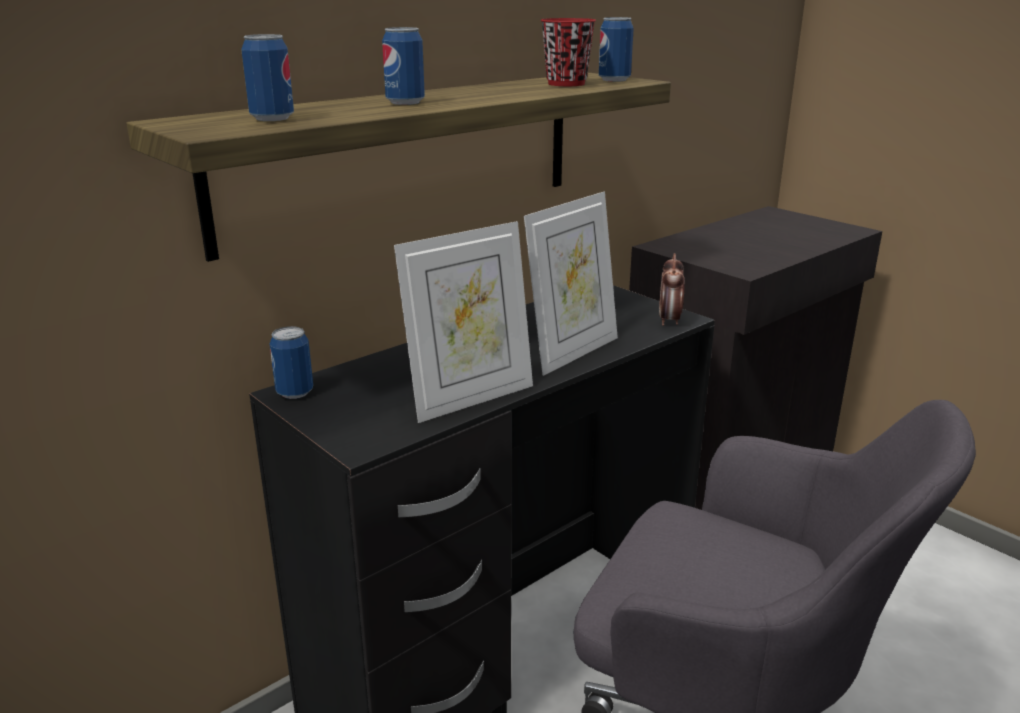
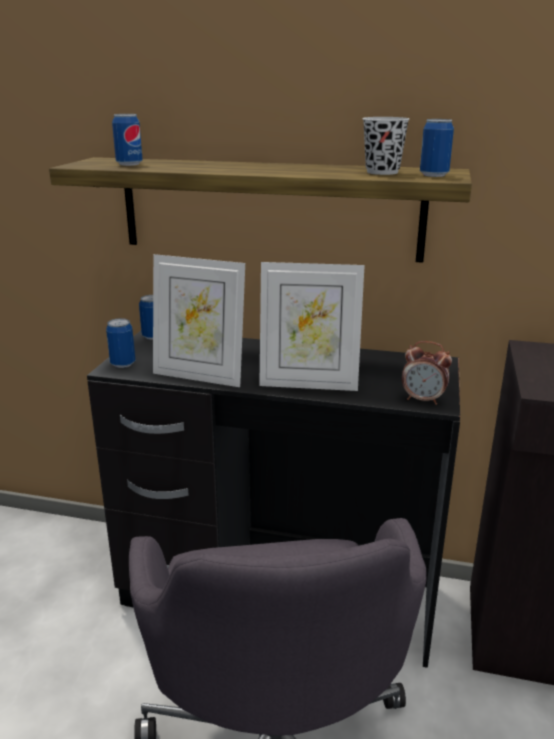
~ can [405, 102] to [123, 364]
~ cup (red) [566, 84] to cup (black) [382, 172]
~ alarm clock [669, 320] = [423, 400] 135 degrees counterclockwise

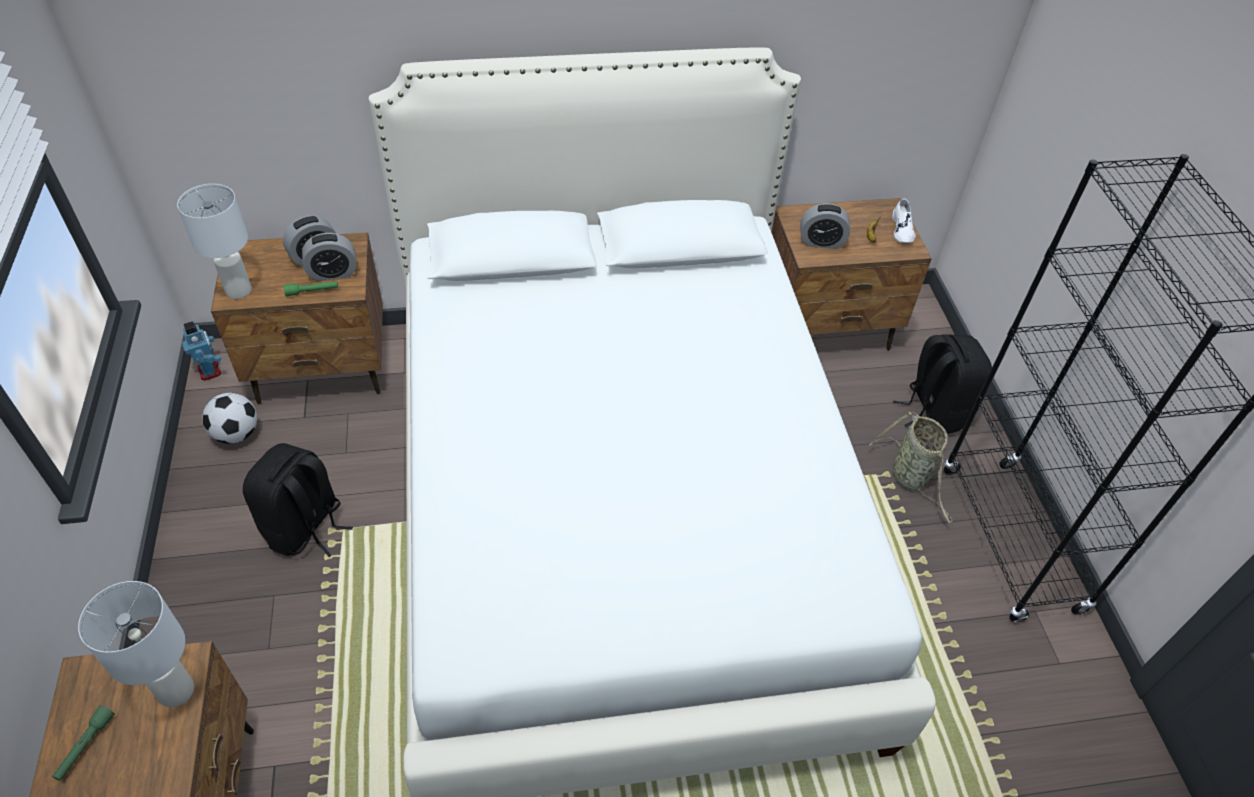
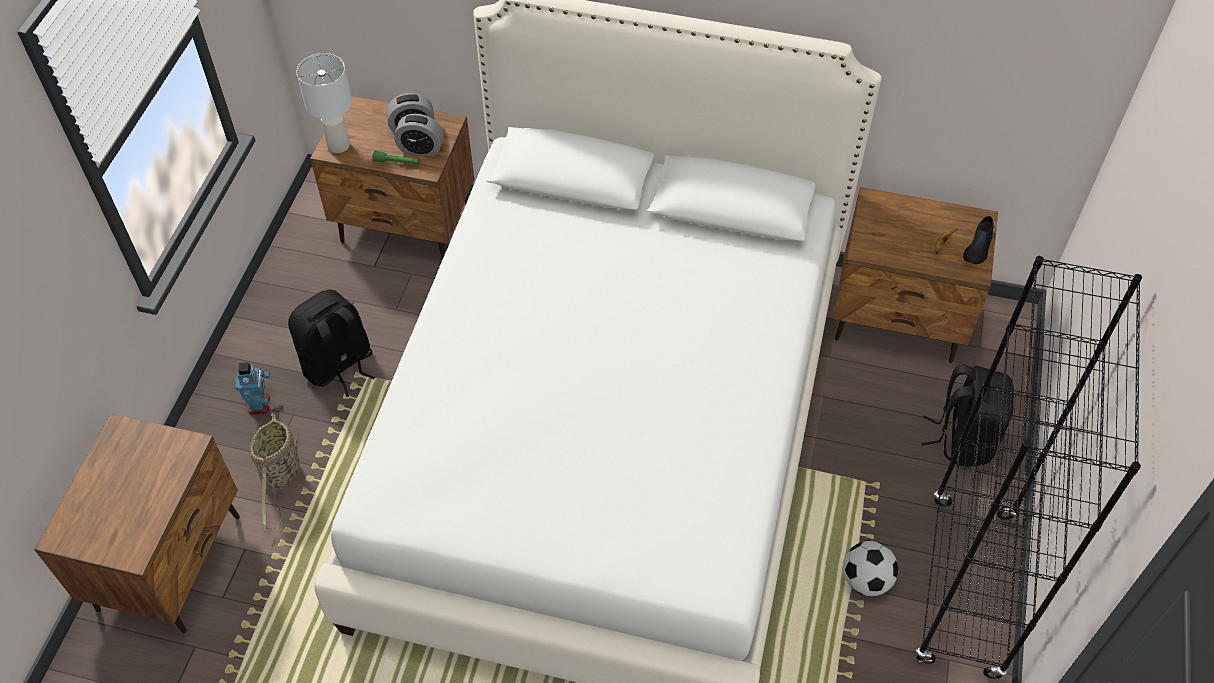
~ toy robot [210, 370] to [260, 404]
~ basket [911, 478] to [281, 477]
~ football [236, 434] to [866, 580]
~ shoe (white) [902, 229] to shoe (black) [978, 247]
- flashlight (green) [85, 746]
- table lamp (white) [175, 691]
- alarm clock [821, 242]

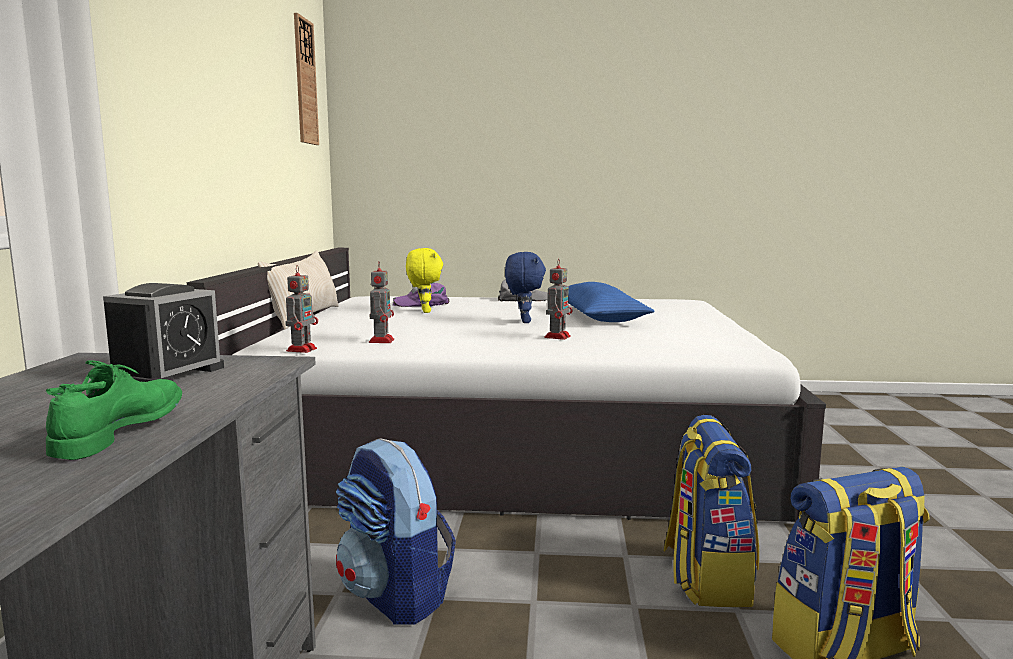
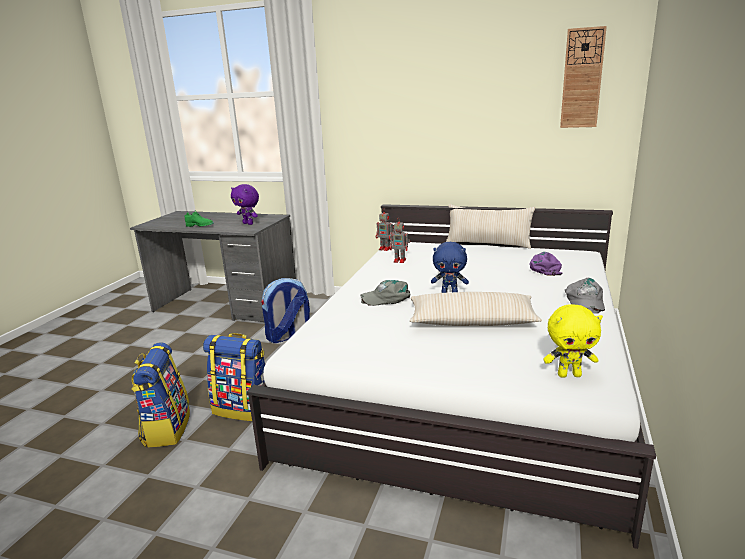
~ alarm clock [168, 374] to plush toy (purple) [248, 223]
~ toy robot [558, 336] to cap (grey) [387, 298]
~ pillow (blue) [598, 317] to pillow (beige) [472, 321]
~ plush toy (yellow) [424, 311] to [569, 375]

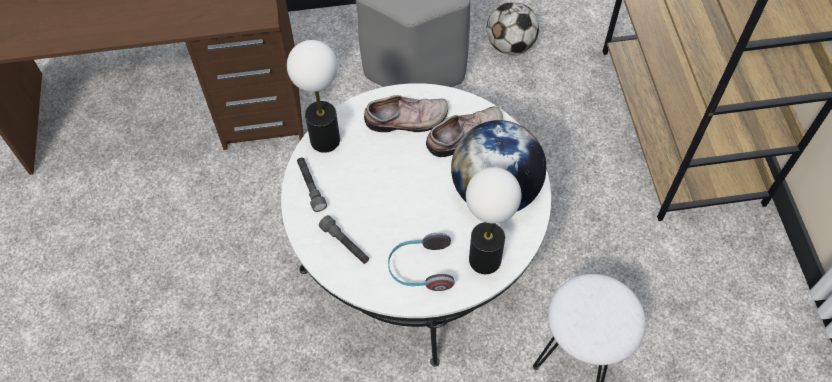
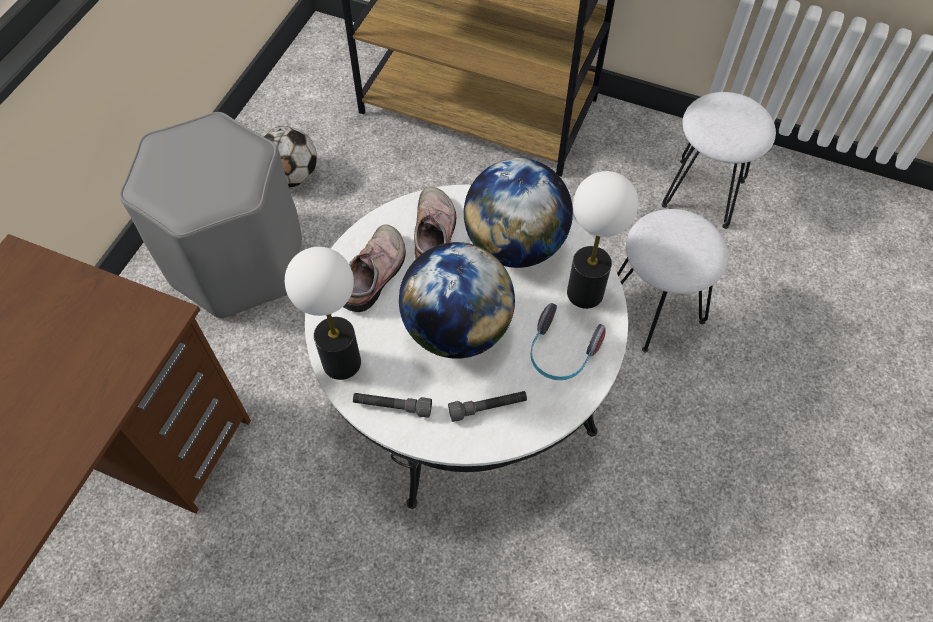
+ globe [457, 329]
+ stool (white) [703, 193]

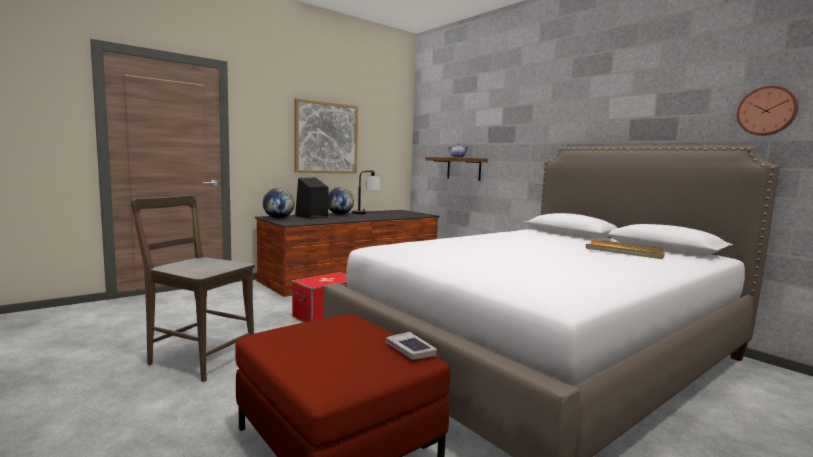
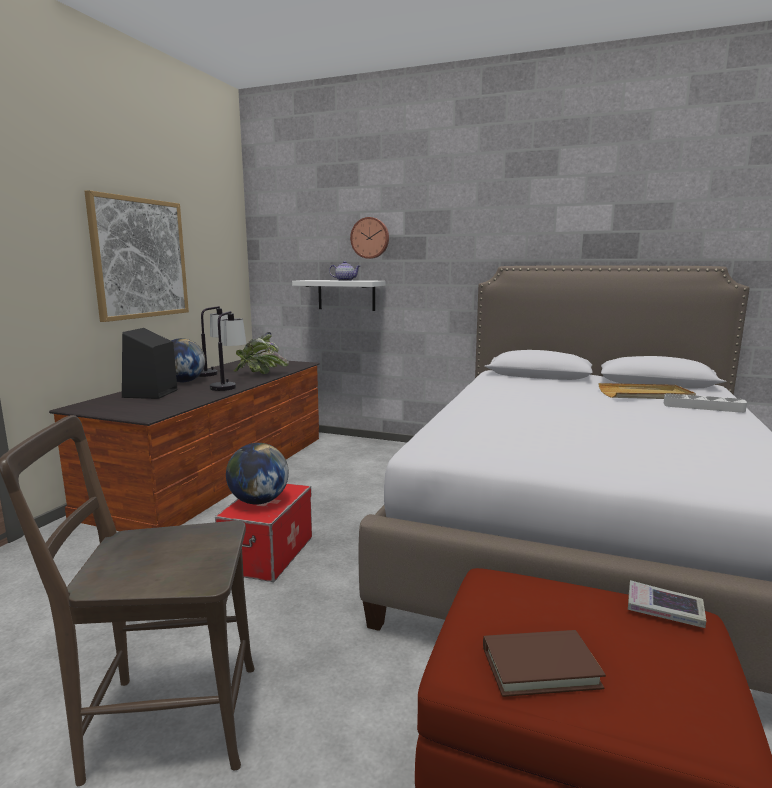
+ table lamp [229, 385]
~ globe [278, 218] to [259, 501]
+ potted plant [260, 374]
~ shelf (brown) [464, 169] to shelf (white) [346, 295]
~ wall clock [767, 111] to [370, 238]
+ book (brown) [540, 667]
+ tray (grey) [703, 407]

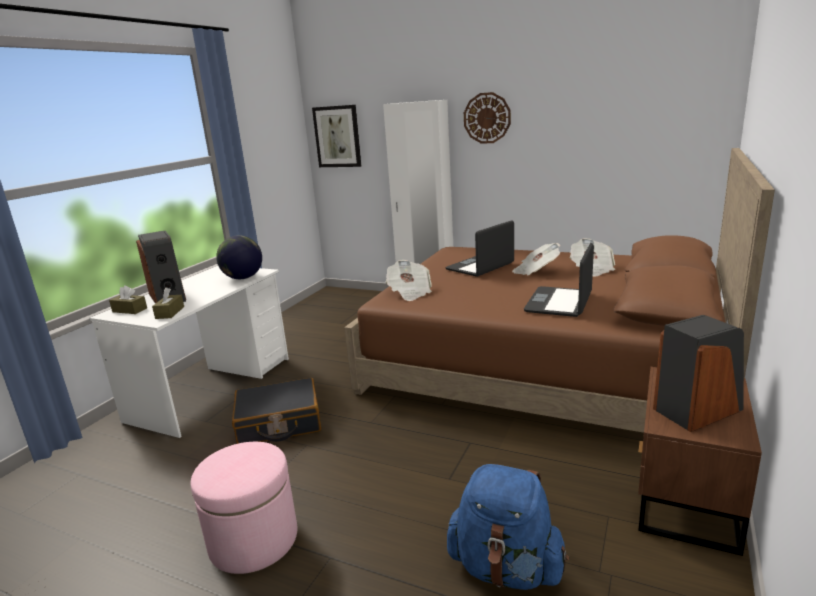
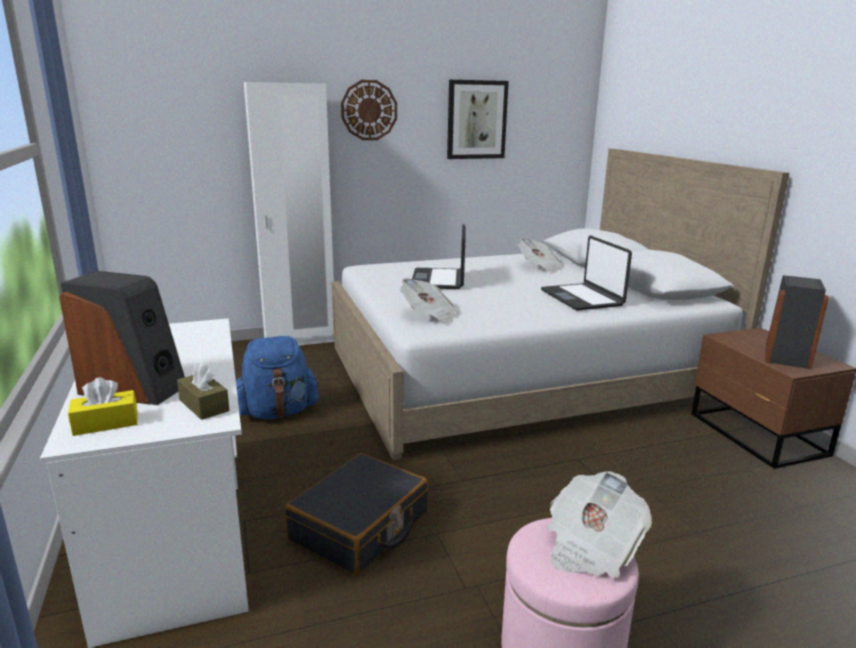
~ tissue box (brown) [129, 310] to tissue box (yellow) [106, 423]
~ backpack (blue) [506, 568] to [278, 412]
~ bed (brown) [543, 365] to bed (white) [520, 373]
~ picture [337, 136] to [476, 120]
~ newspaper [536, 271] to [591, 547]
- globe [243, 278]

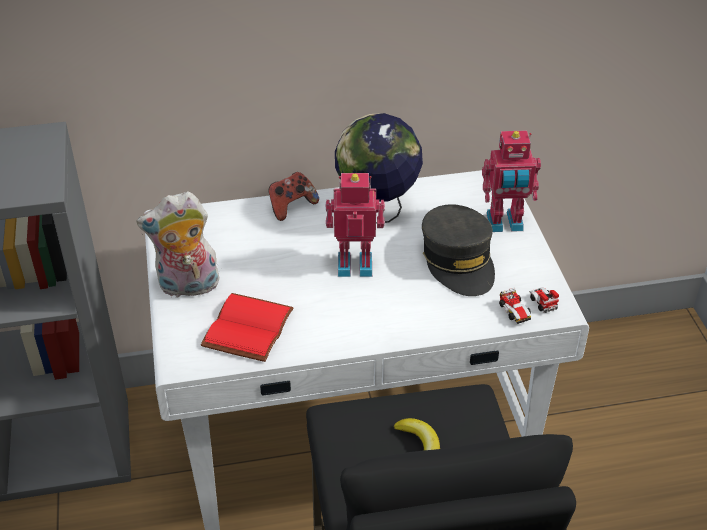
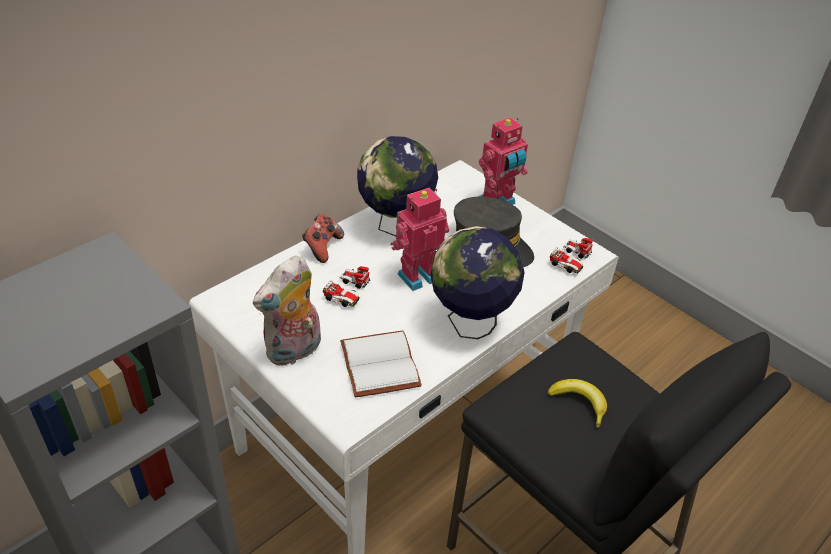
+ toy car [348, 291]
~ book (red) [246, 327] to book (white) [377, 364]
+ globe [470, 324]

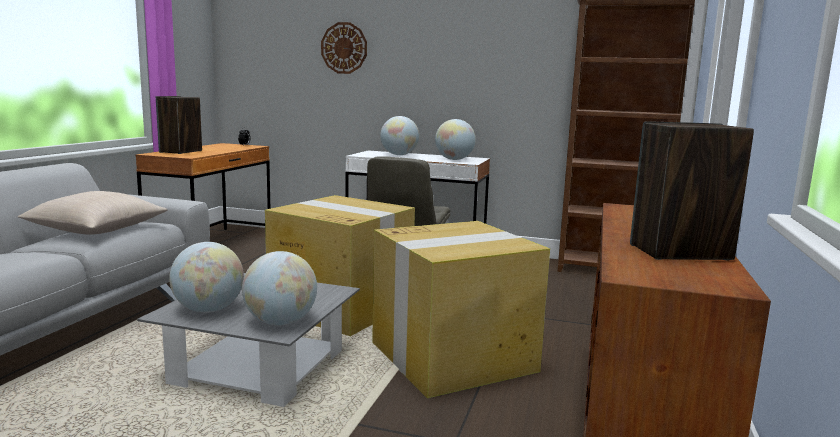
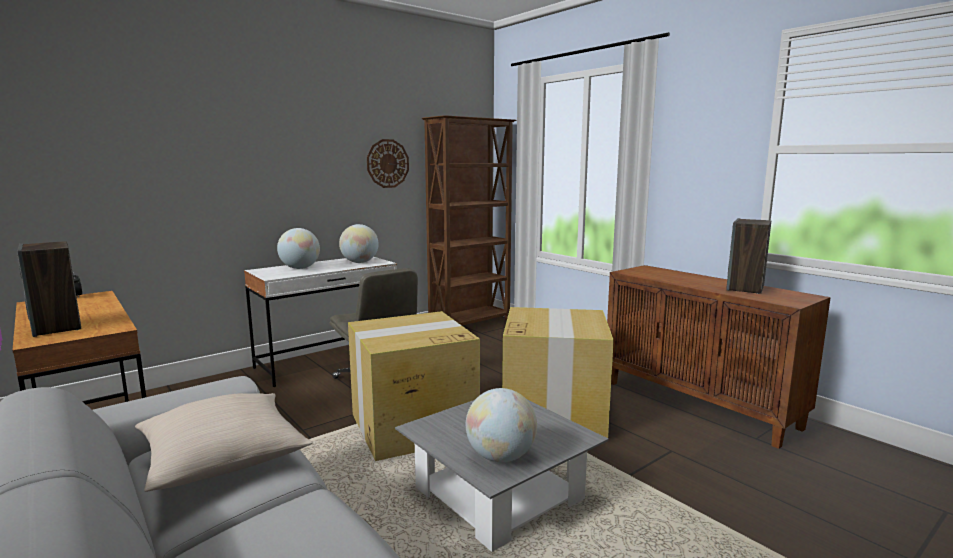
~ wall clock [344, 48] to [387, 163]
- globe [280, 322]

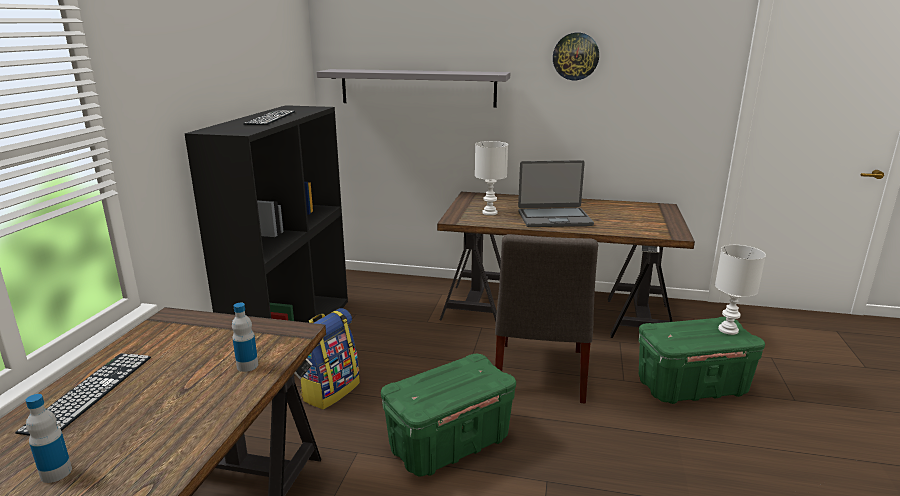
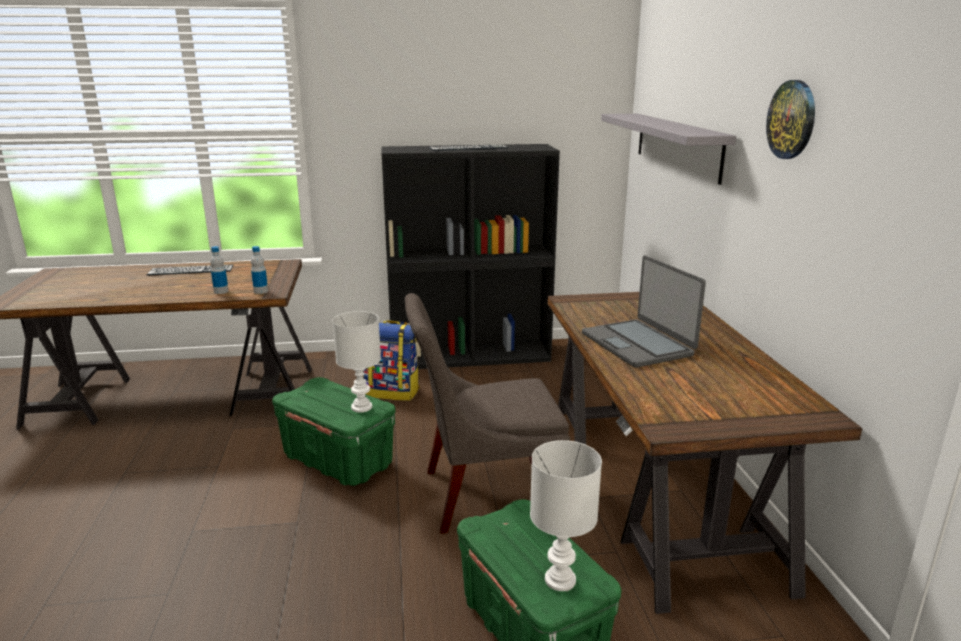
~ bottle [56, 473] to [261, 291]
~ table lamp (white) [490, 213] to [362, 407]

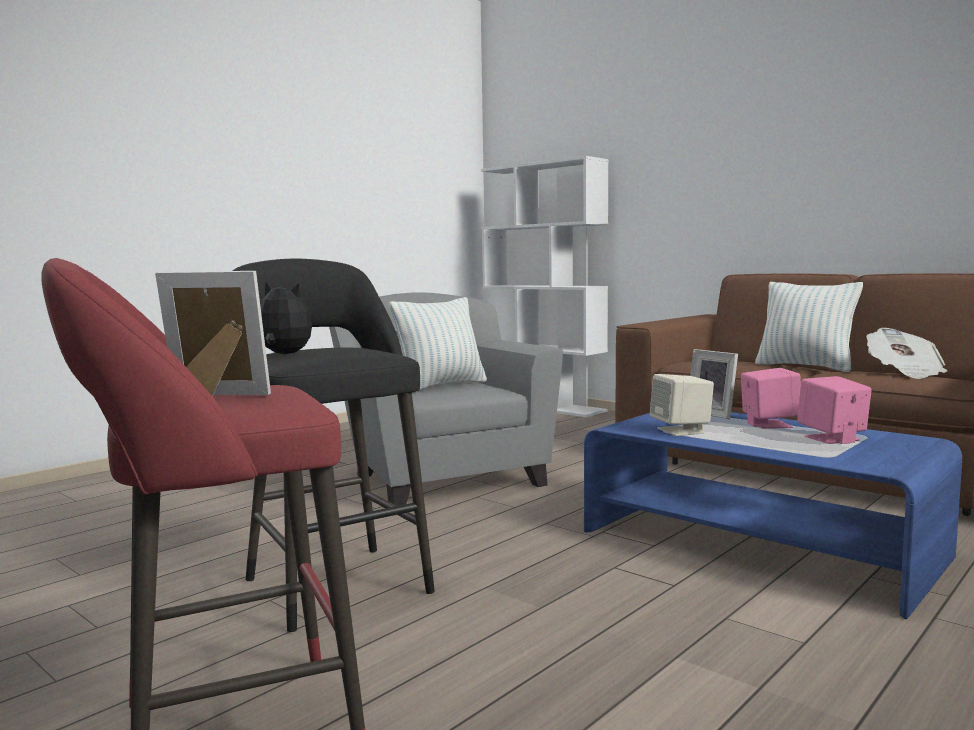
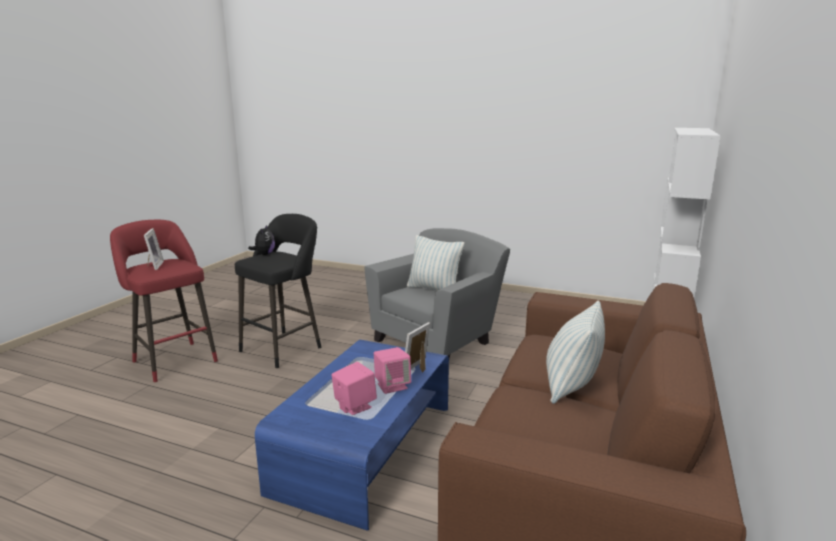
- speaker (beige) [681, 431]
- newspaper [904, 373]

